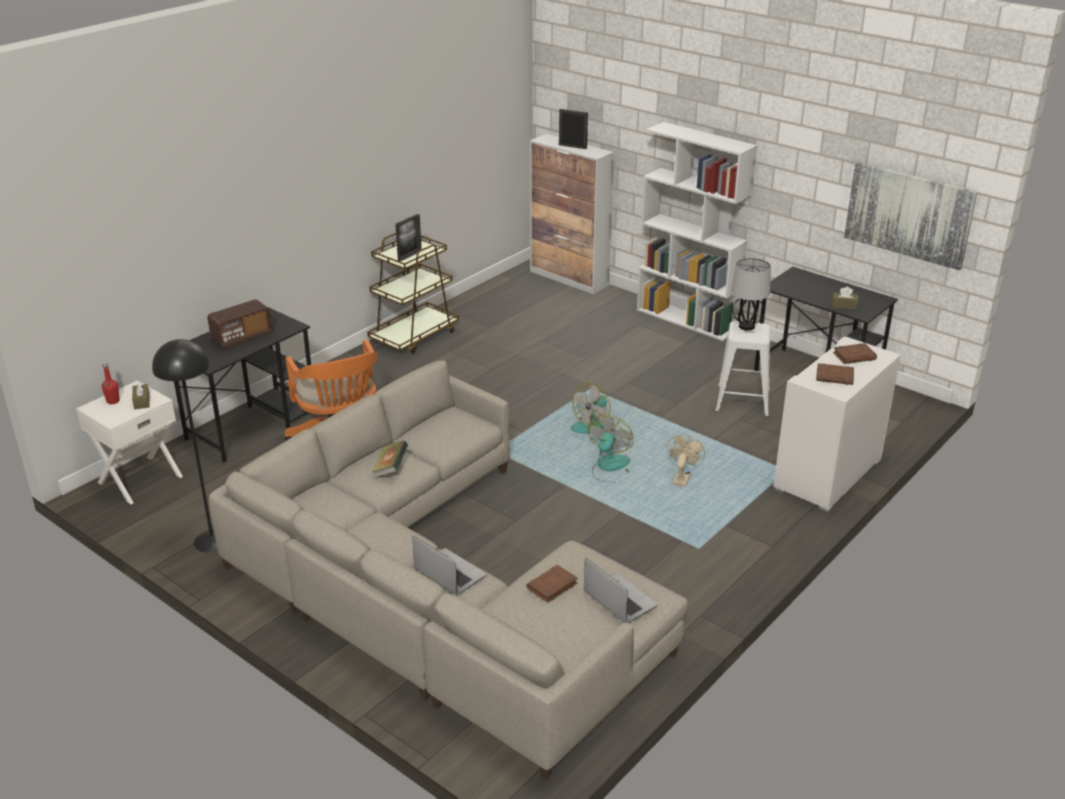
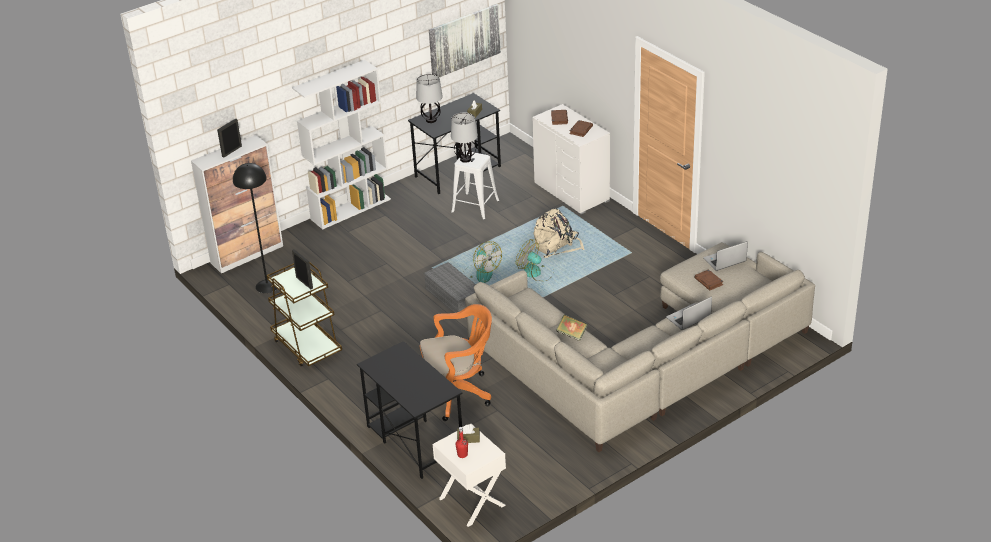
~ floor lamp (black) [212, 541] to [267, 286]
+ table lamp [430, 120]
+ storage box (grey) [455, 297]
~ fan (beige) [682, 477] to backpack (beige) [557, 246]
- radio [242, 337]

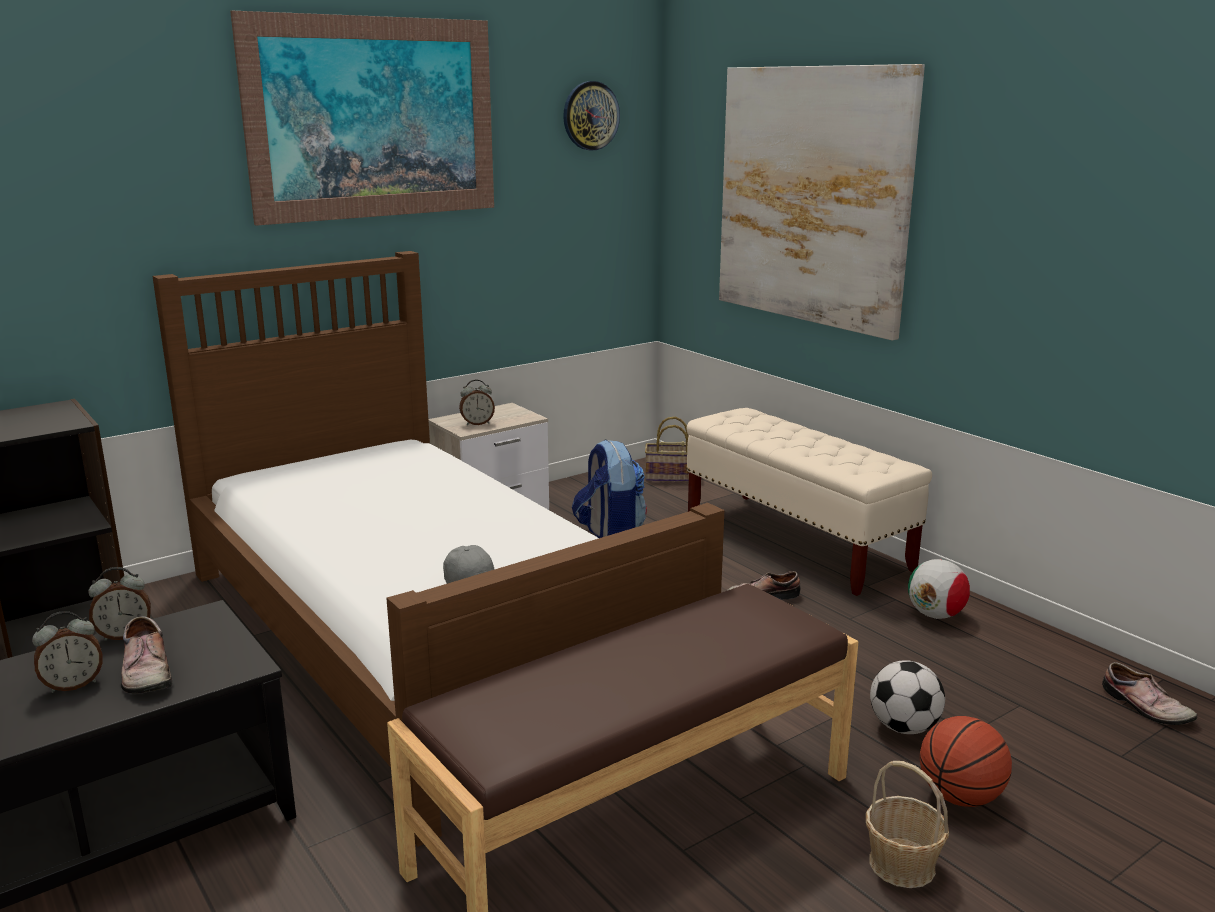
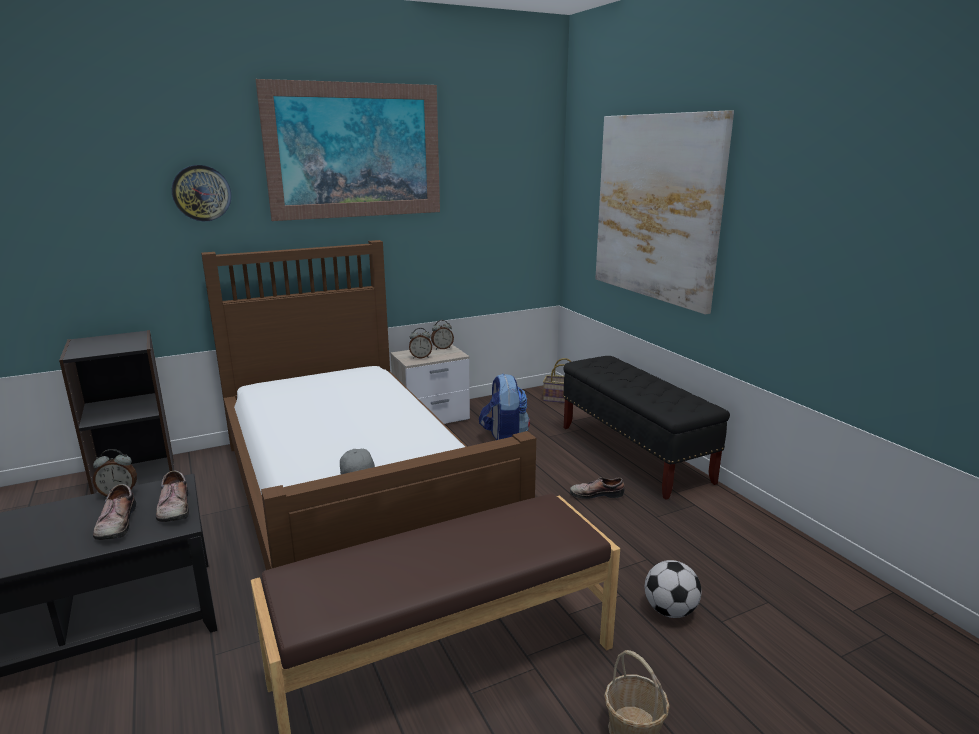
~ shoe [1144, 707] to [173, 507]
~ wall clock [590, 116] to [201, 193]
~ alarm clock [73, 685] to [442, 348]
~ bench (beige) [795, 542] to bench (black) [634, 454]
- football [935, 615]
- basketball [960, 797]

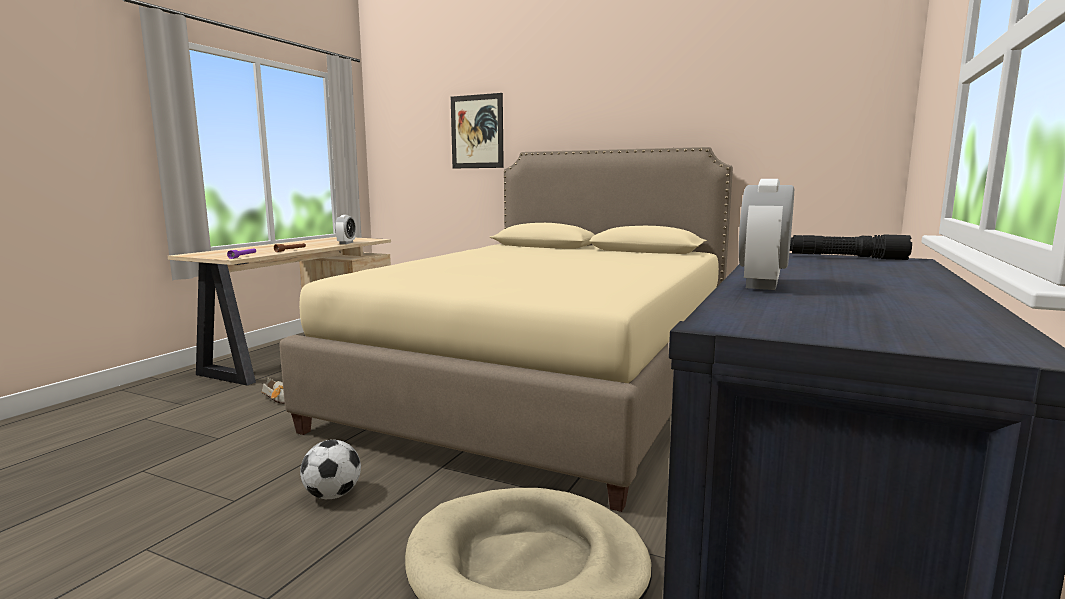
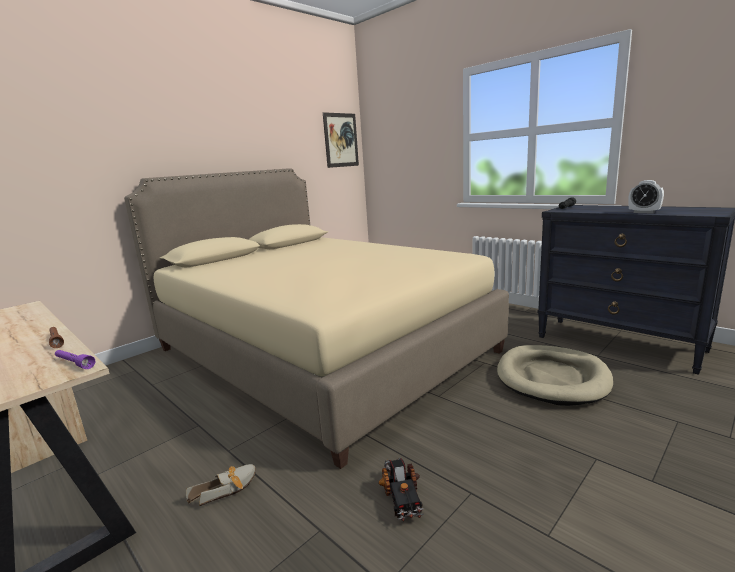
~ picture [477, 131] to [341, 140]
+ toy truck [401, 498]
- football [332, 495]
- alarm clock [346, 243]

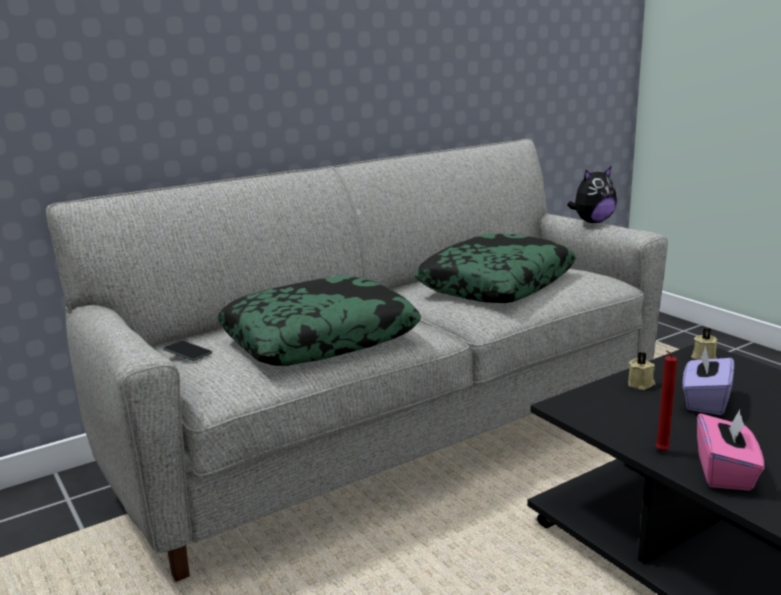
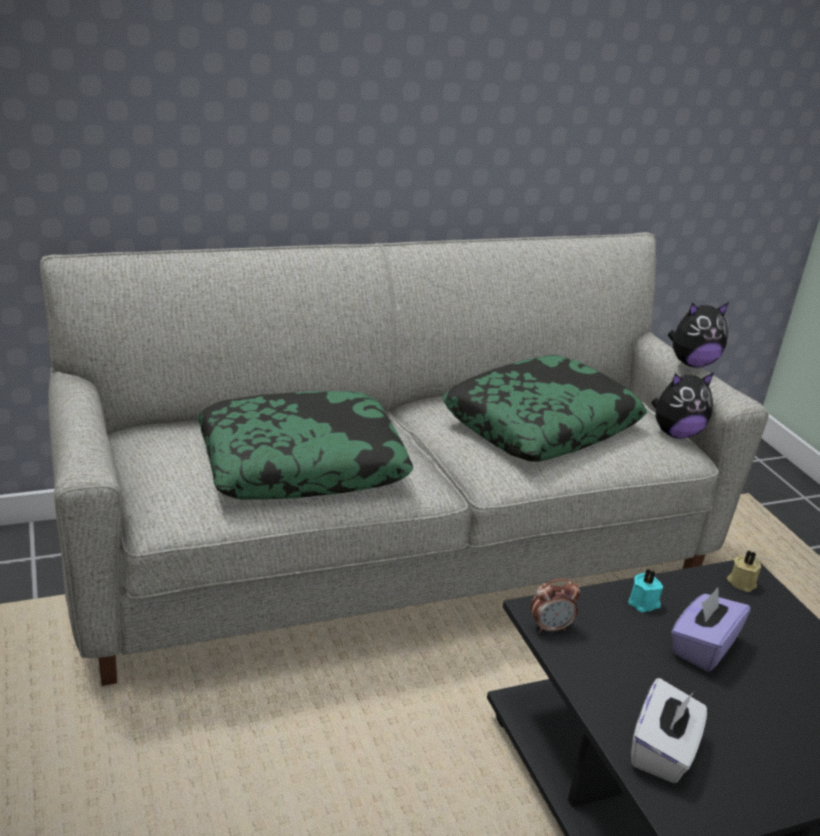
+ alarm clock [550, 627]
~ candle (beige) [641, 384] to candle (turquoise) [644, 603]
~ tissue box (pink) [725, 472] to tissue box (white) [662, 751]
+ plush toy [675, 433]
- phone [187, 351]
- candle (red) [660, 452]

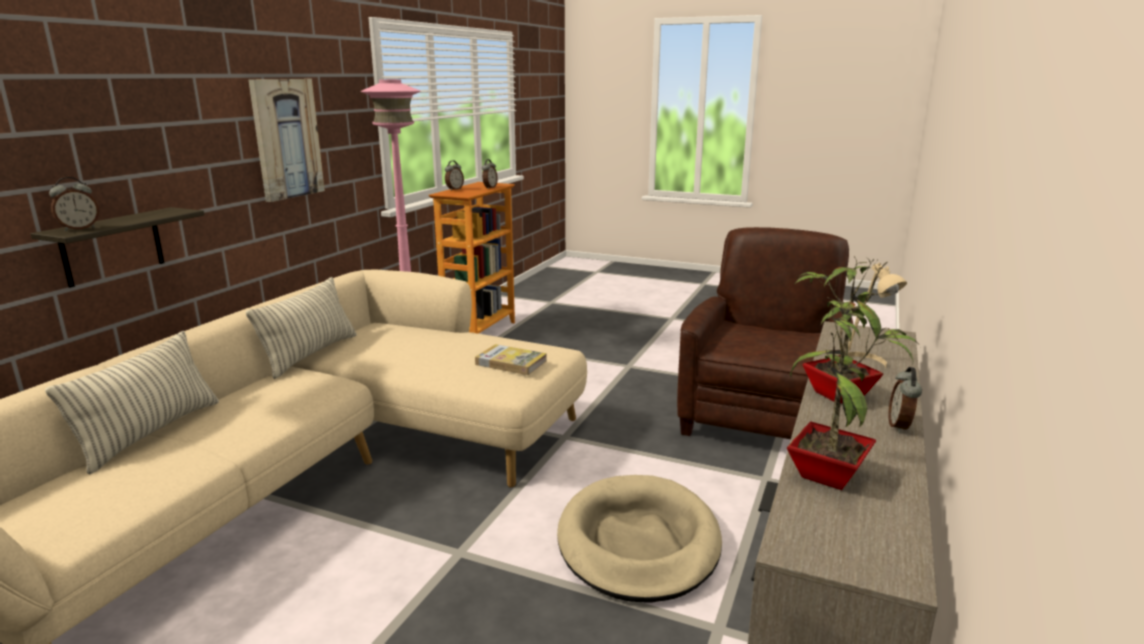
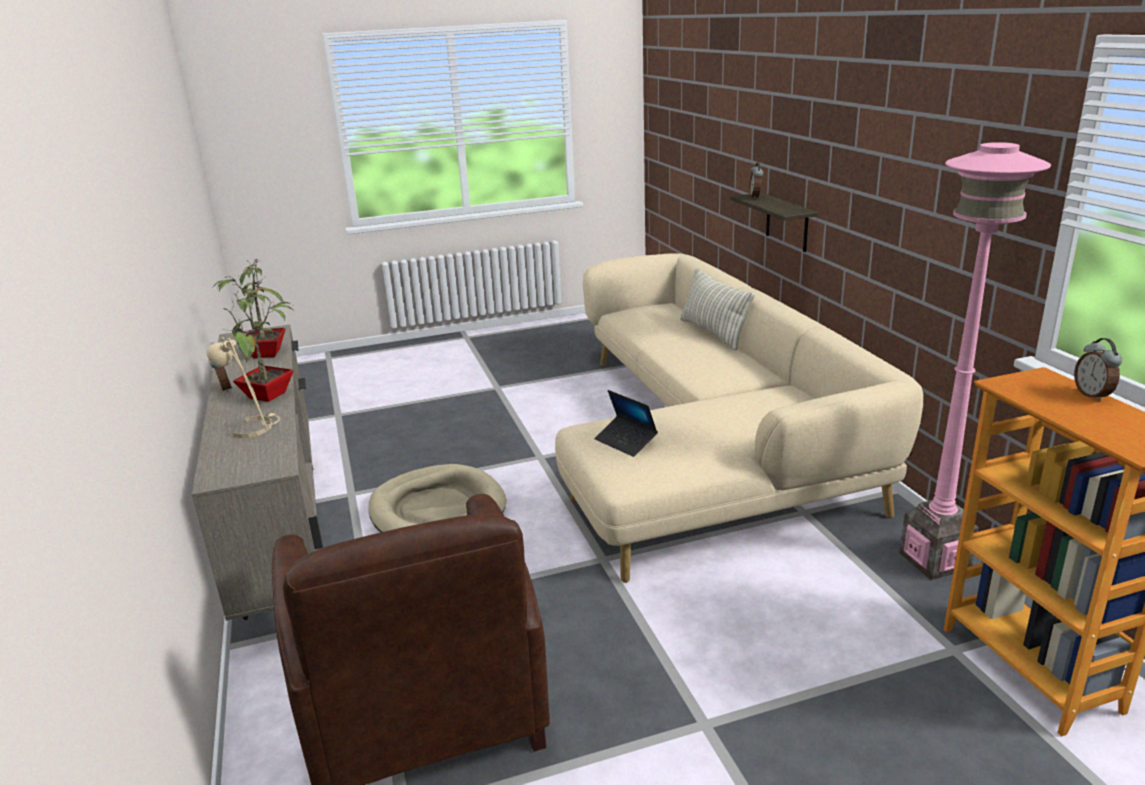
~ book [511, 362] to laptop [626, 442]
- pillow [310, 355]
- picture [286, 139]
- alarm clock [489, 188]

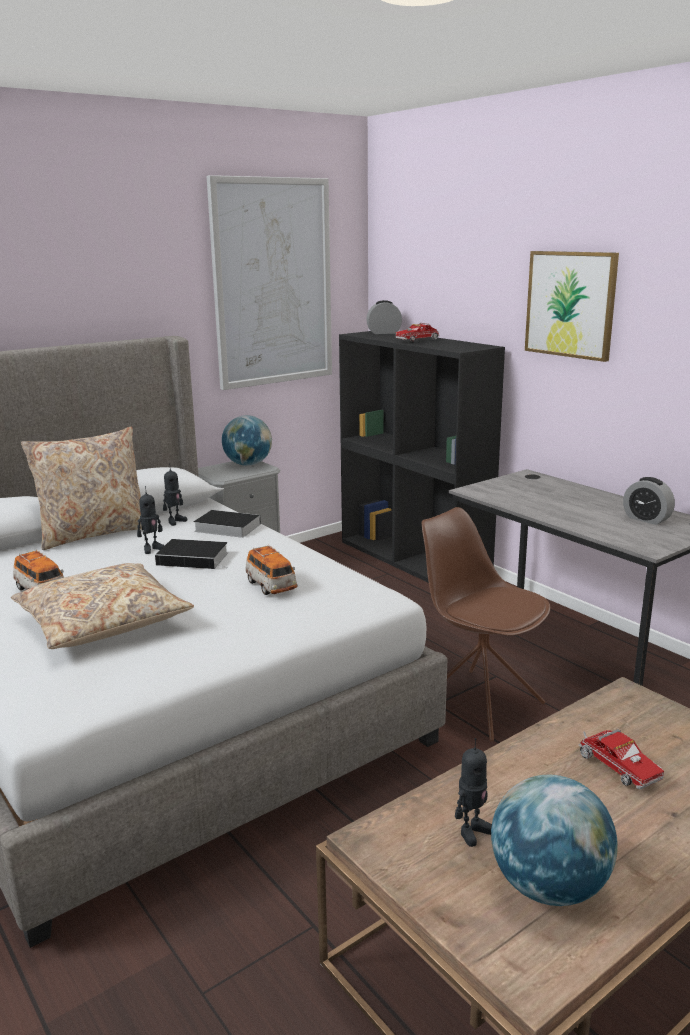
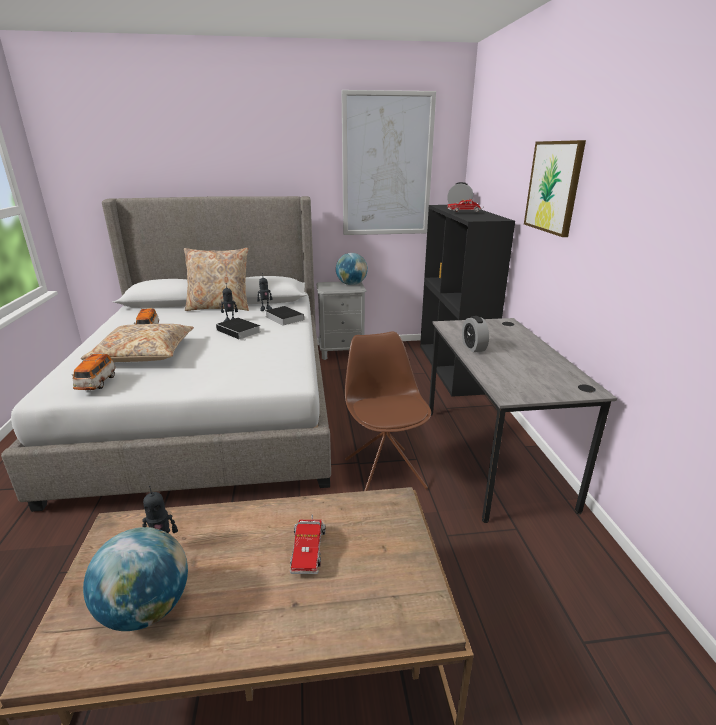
~ toy car [271, 586] to [97, 383]
~ alarm clock [646, 519] to [473, 347]

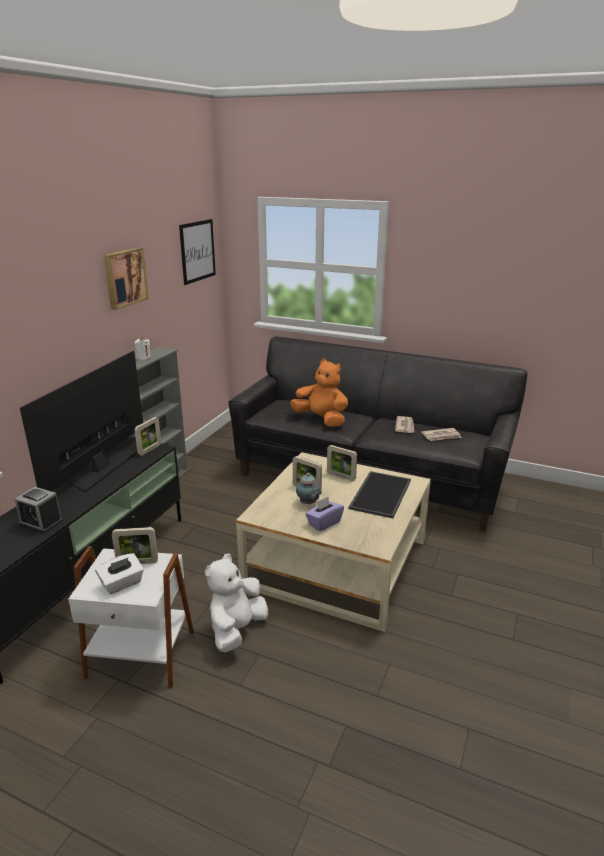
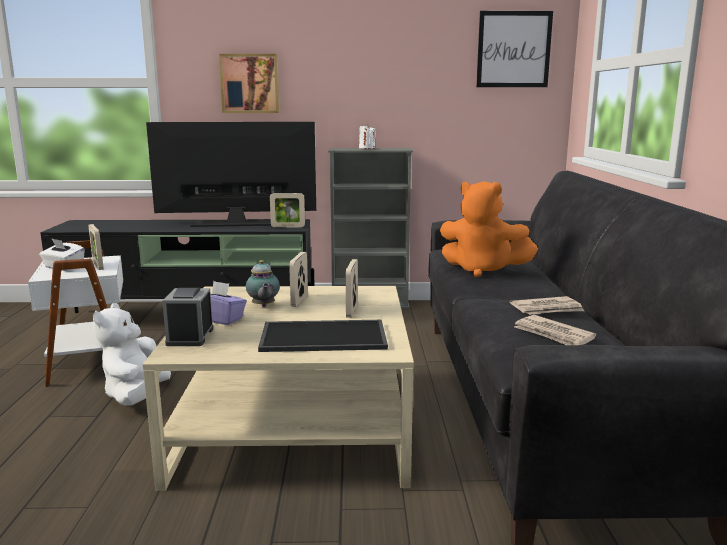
~ plush toy (white) [237, 629] = [136, 395] 90 degrees counterclockwise
~ alarm clock [41, 522] to [190, 336]
~ picture [124, 277] to [250, 83]
~ teapot [308, 503] = [263, 306] 45 degrees counterclockwise
~ plush toy (orange) [321, 420] = [482, 270] 105 degrees clockwise

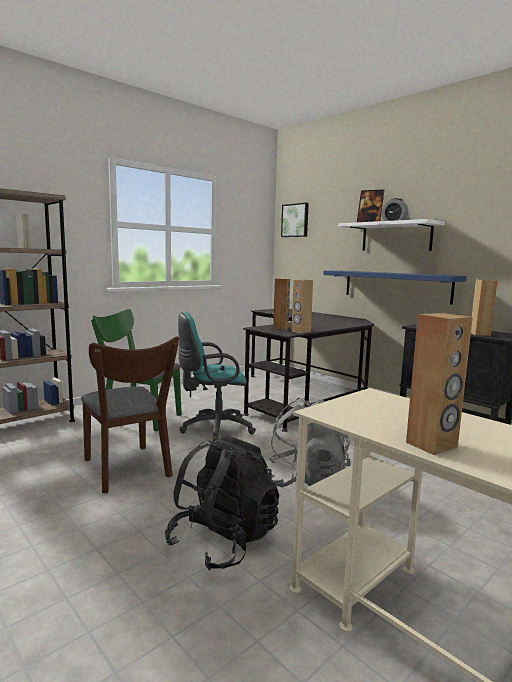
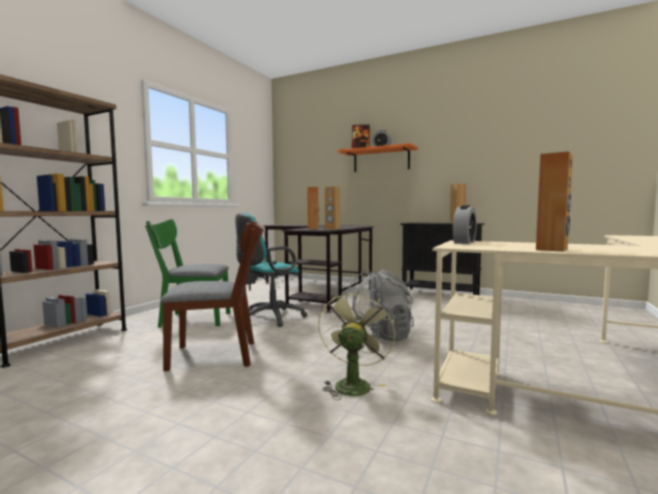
~ chair (brown) [128, 471] = [220, 355] 45 degrees counterclockwise
~ backpack (black) [223, 541] to fan (green) [353, 384]
~ shelf (white) [396, 237] to shelf (orange) [381, 160]
+ alarm clock [464, 242]
- picture [295, 220]
- shelf (blue) [395, 286]

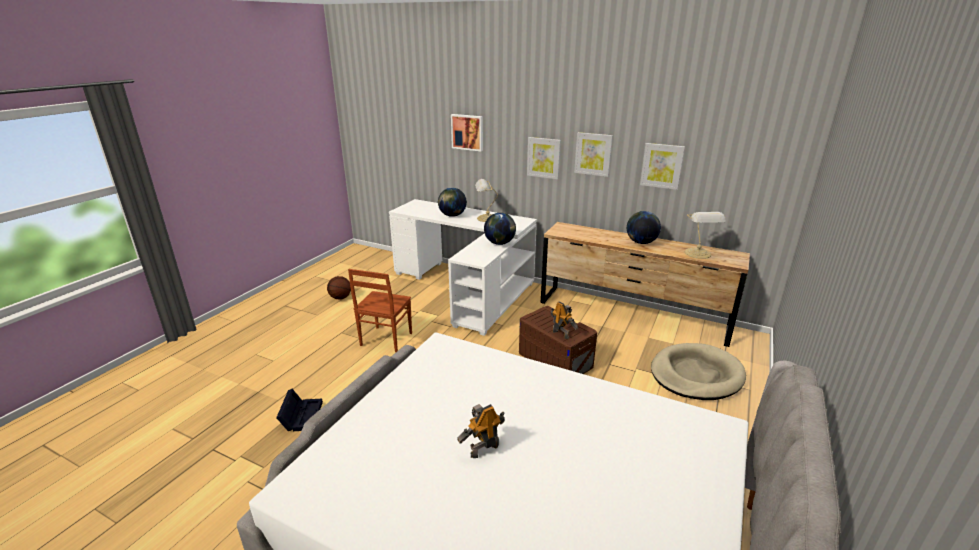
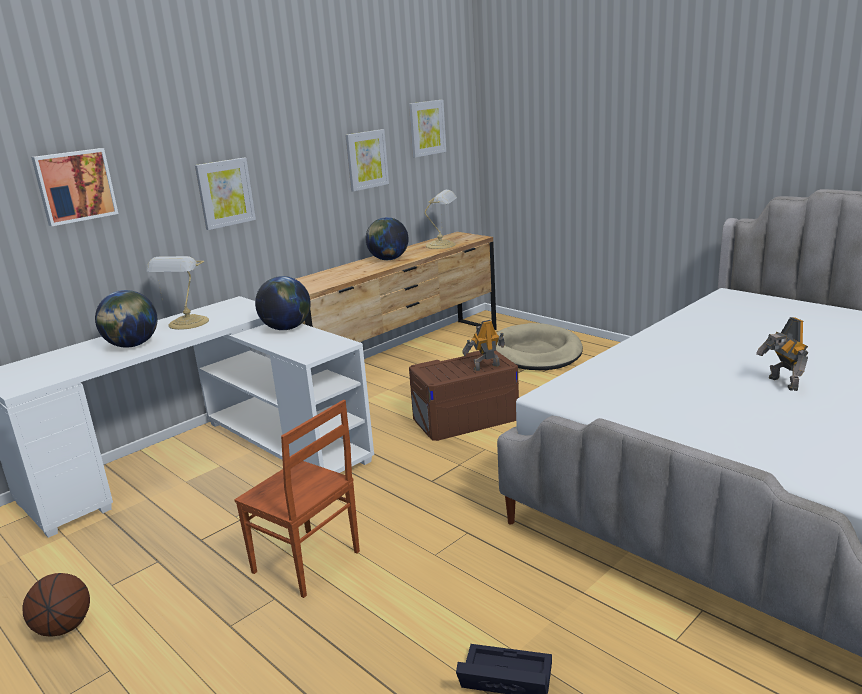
~ picture [593, 154] to [426, 128]

